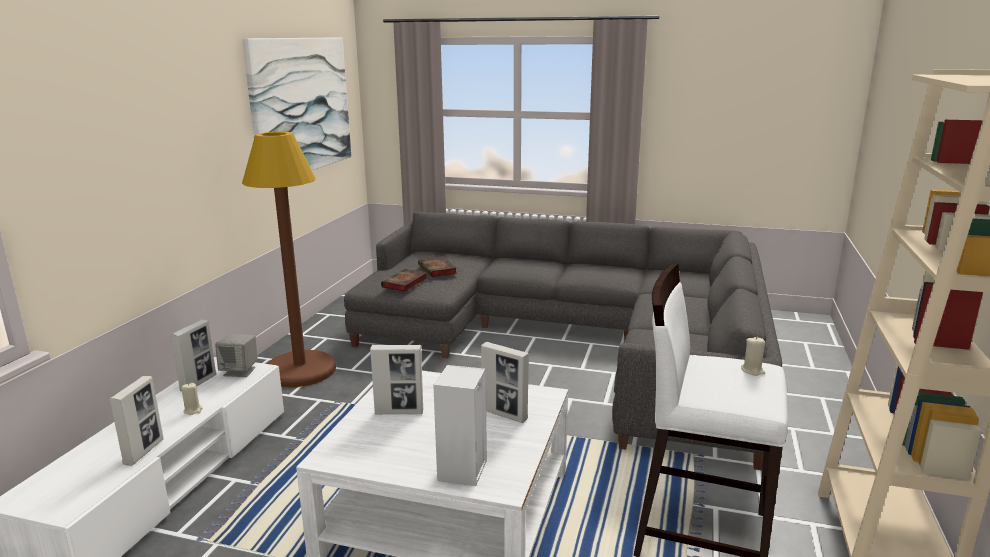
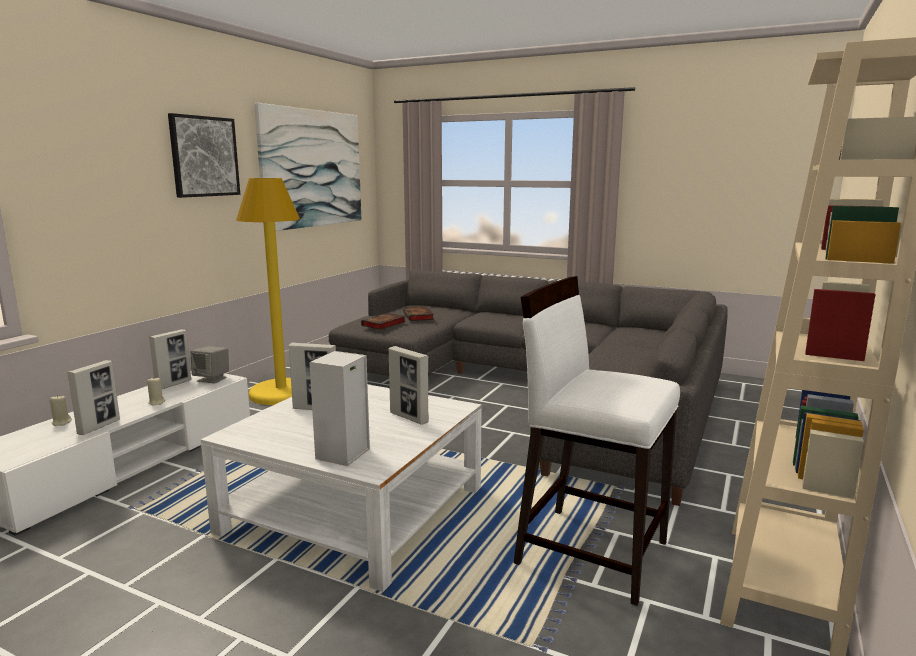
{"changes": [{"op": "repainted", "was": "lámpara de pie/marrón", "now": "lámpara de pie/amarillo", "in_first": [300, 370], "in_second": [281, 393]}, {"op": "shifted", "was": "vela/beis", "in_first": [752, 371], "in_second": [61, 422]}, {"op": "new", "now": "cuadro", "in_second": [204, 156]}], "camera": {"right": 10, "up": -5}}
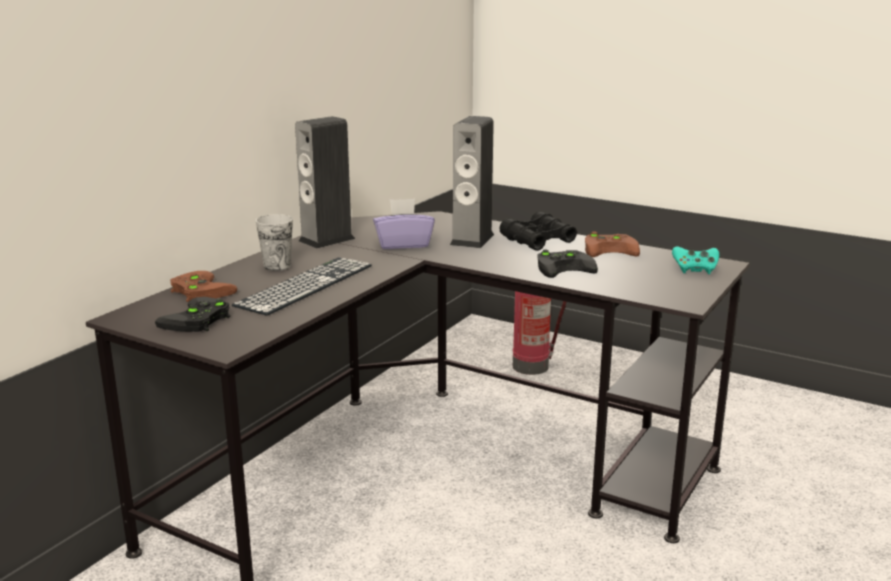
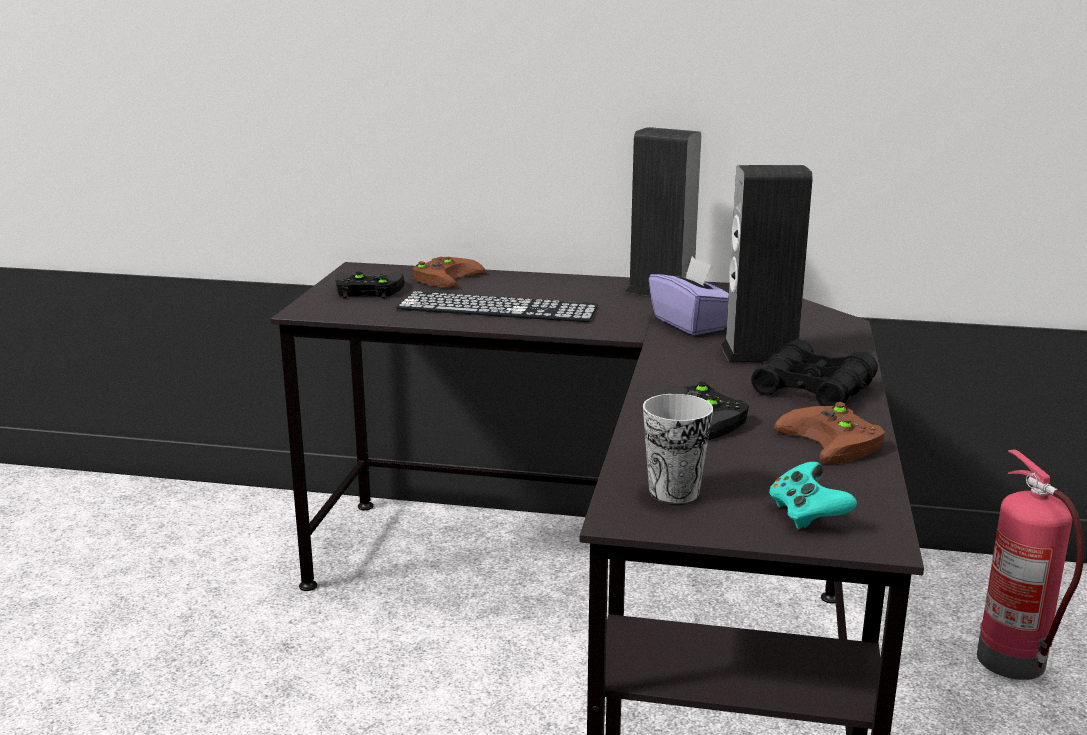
{"changes": [{"op": "shifted", "was": "taza", "in_first": [277, 266], "in_second": [674, 492]}], "camera": {"right": 70, "up": 0}}
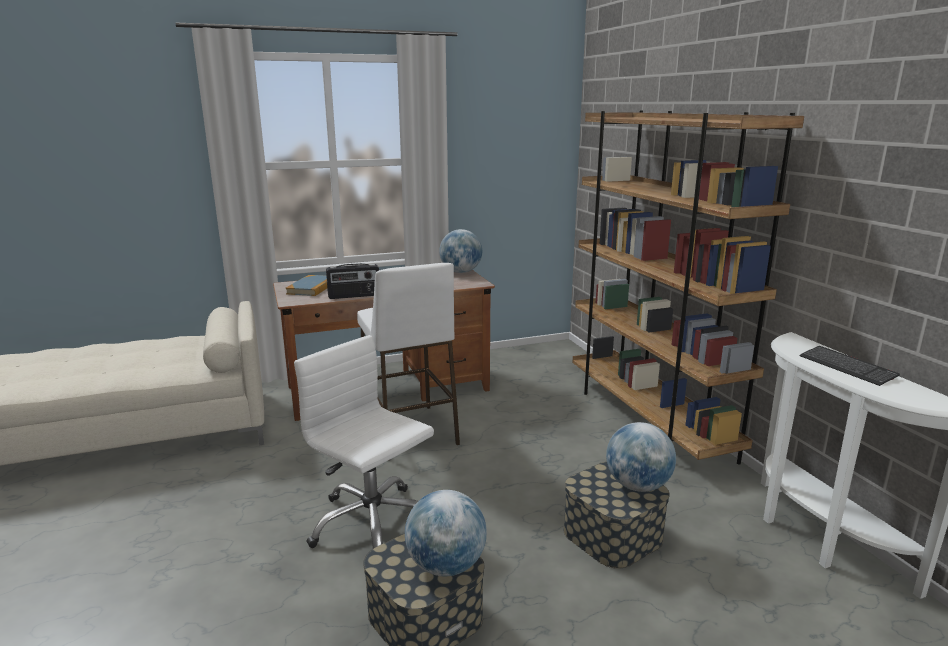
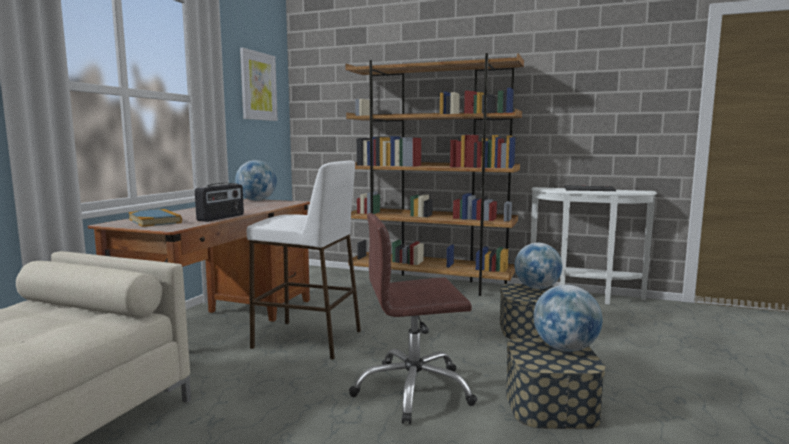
{"changes": [{"op": "repainted", "was": "silla de oficina/blanco", "now": "silla de oficina/marrón", "in_first": [372, 524], "in_second": [413, 390]}, {"op": "new", "now": "cuadro", "in_second": [258, 86]}], "camera": {"right": -50, "up": -10}}
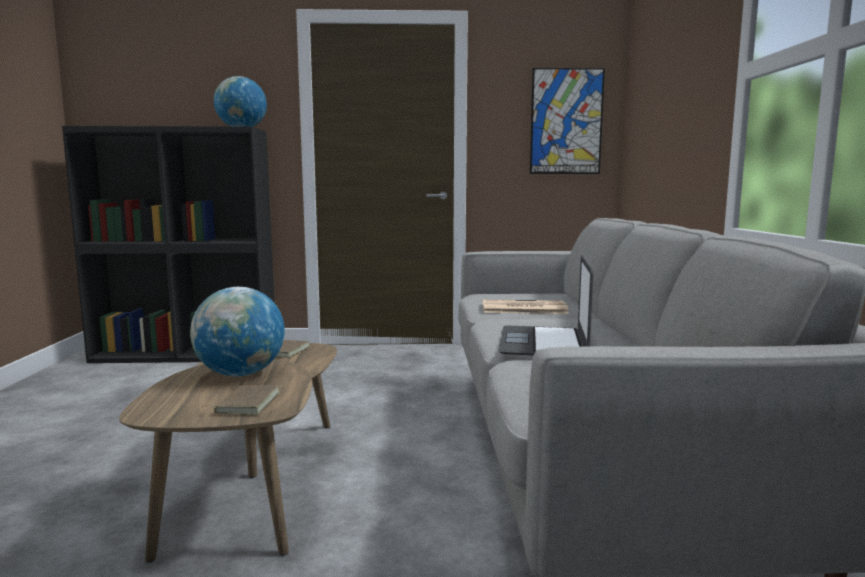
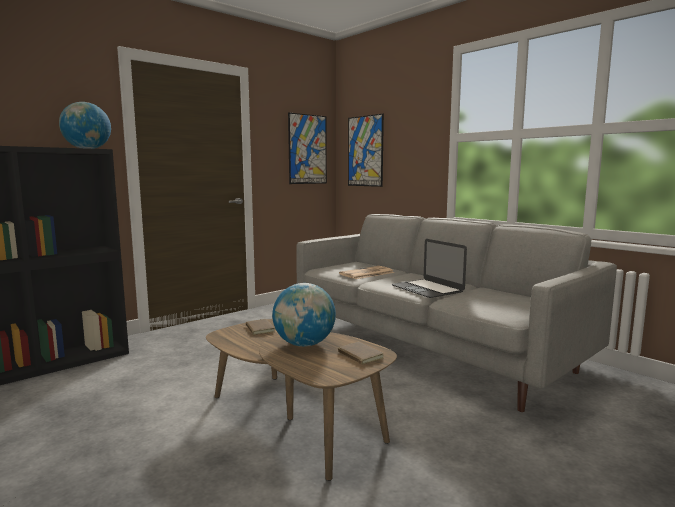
{"changes": [{"op": "new", "now": "cuadro", "in_second": [365, 151]}], "camera": {"right": -40, "up": 0}}
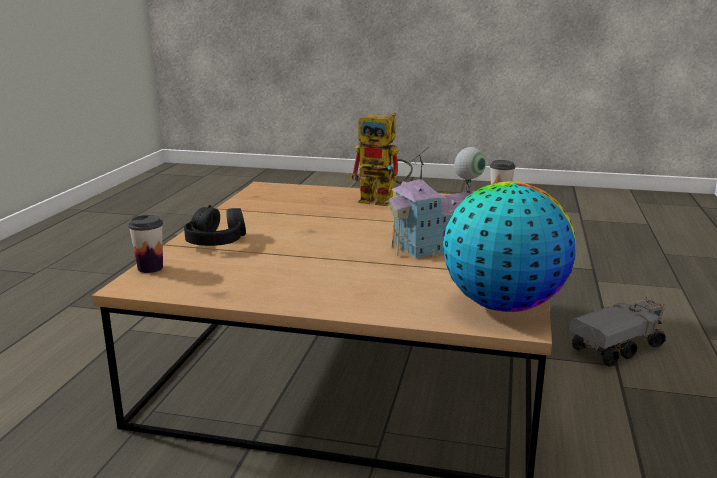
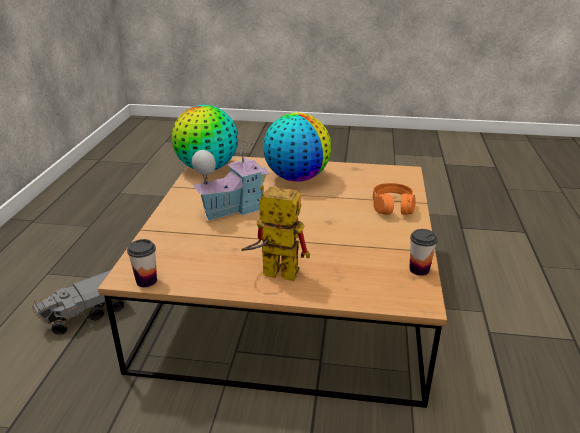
{"changes": [{"op": "repainted", "was": "auriculares/negro", "now": "auriculares/naranja", "in_first": [216, 241], "in_second": [392, 207]}, {"op": "shifted", "was": "taza", "in_first": [150, 268], "in_second": [419, 269]}, {"op": "new", "now": "globo terráqueo", "in_second": [296, 178]}], "camera": {"right": 175, "up": 10}}
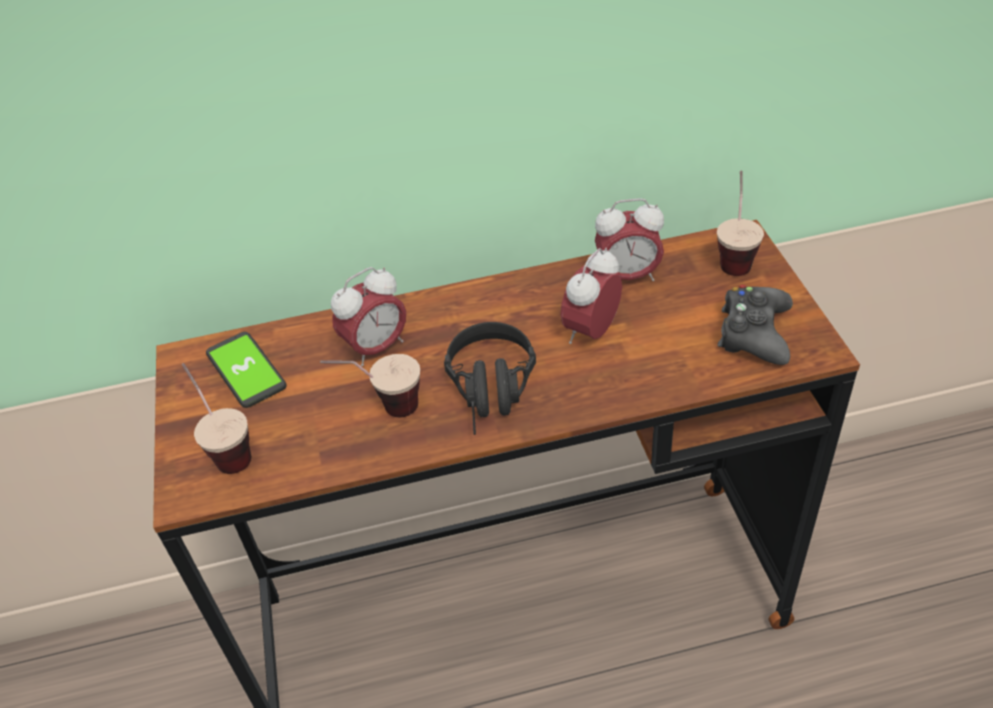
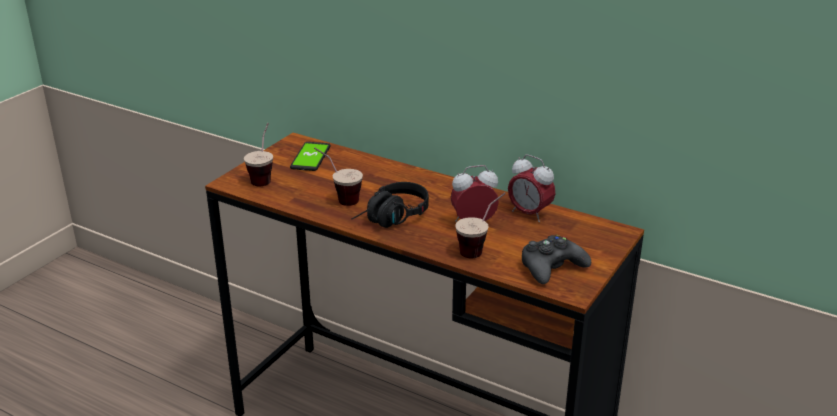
{"changes": [{"op": "shifted", "was": "taza", "in_first": [734, 255], "in_second": [481, 248]}, {"op": "gone", "was": "despertador", "in_first": [376, 348]}], "camera": {"right": 40, "up": -15}}
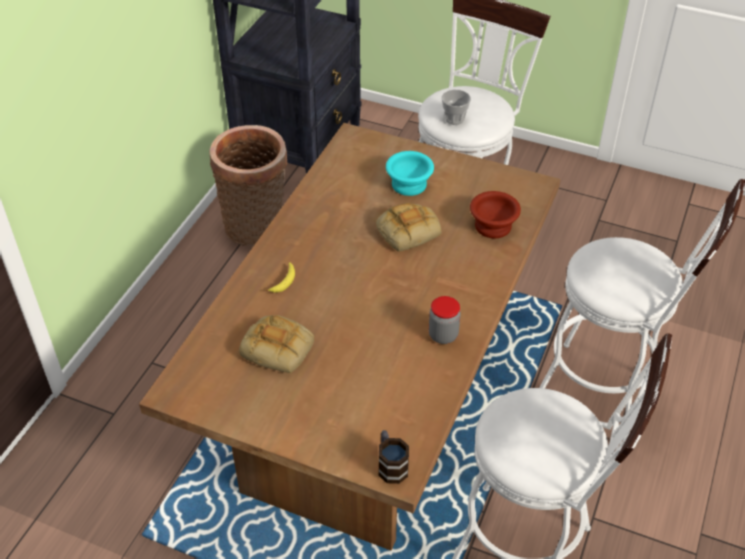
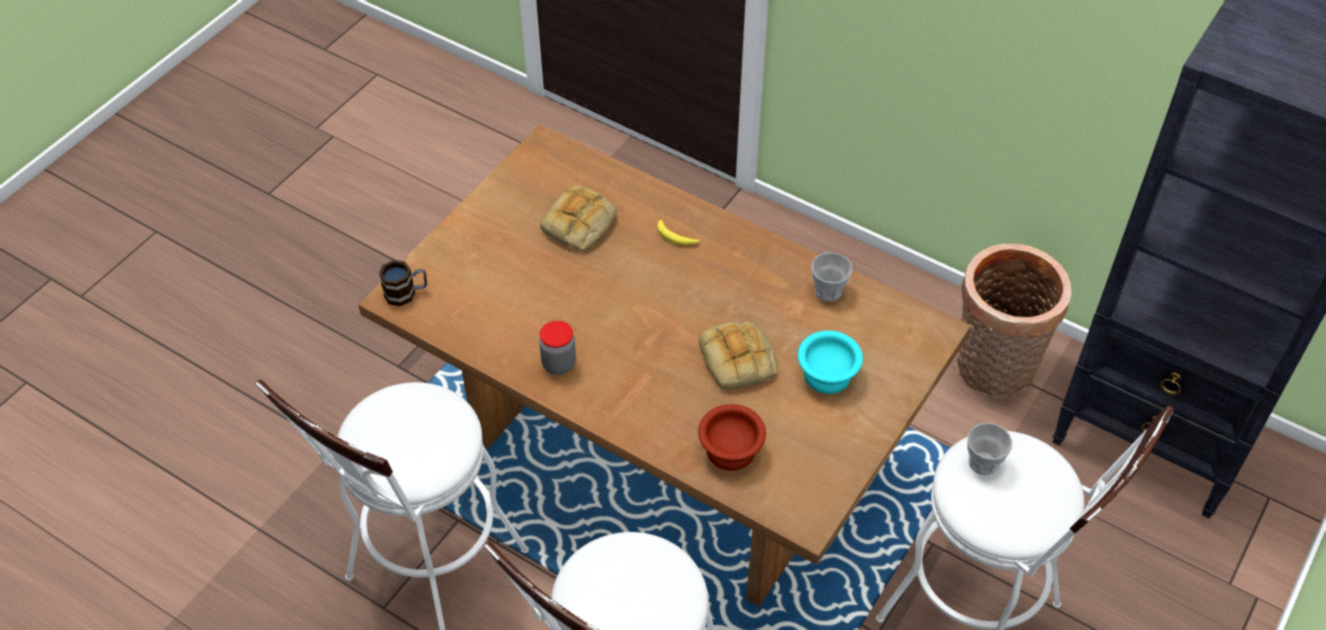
{"changes": [{"op": "new", "now": "taza", "in_second": [828, 291]}], "camera": {"right": 100, "up": 5}}
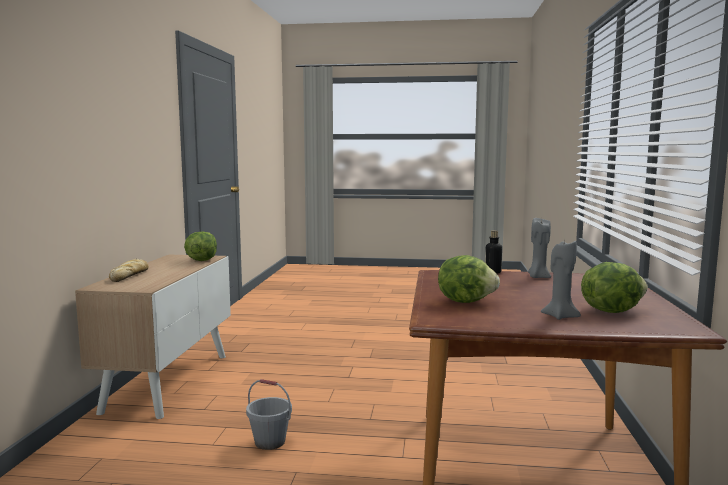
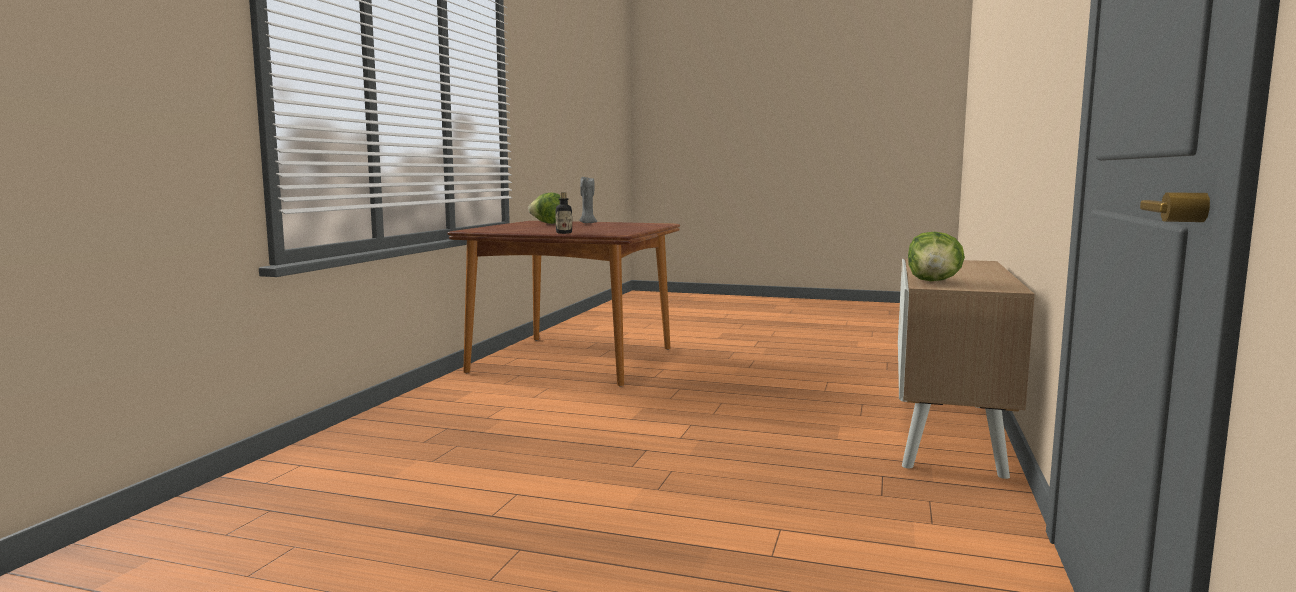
{"changes": [{"op": "gone", "was": "vela/gris", "in_first": [538, 277]}, {"op": "gone", "was": "lechuga", "in_first": [466, 301]}, {"op": "gone", "was": "pan", "in_first": [130, 275]}, {"op": "gone", "was": "cubo/gris", "in_first": [269, 442]}], "camera": {"right": -170, "up": 0}}
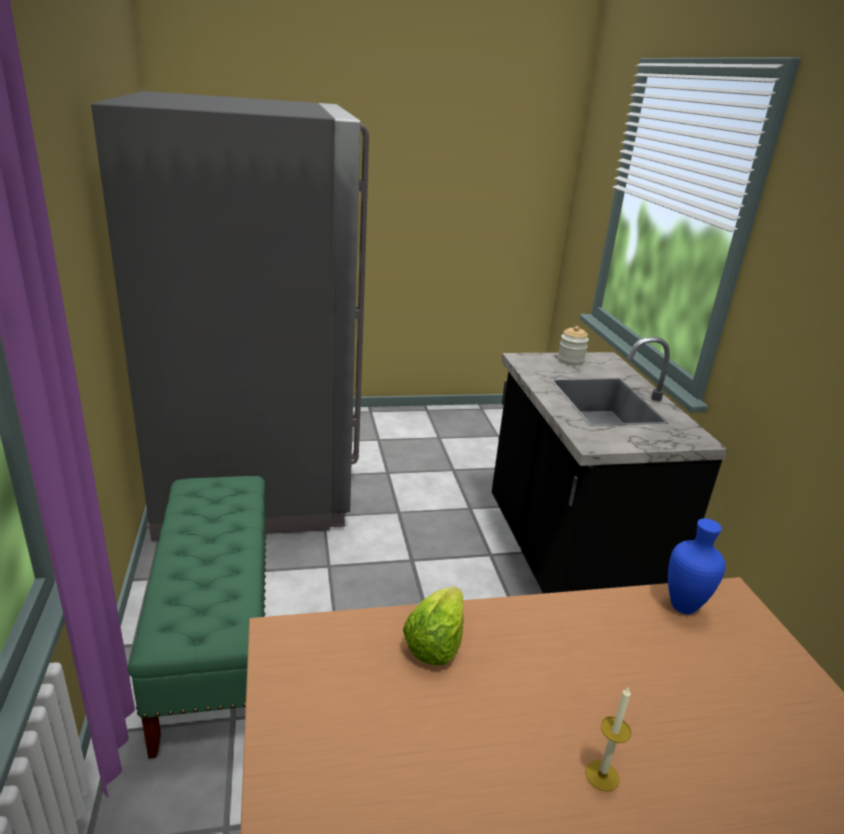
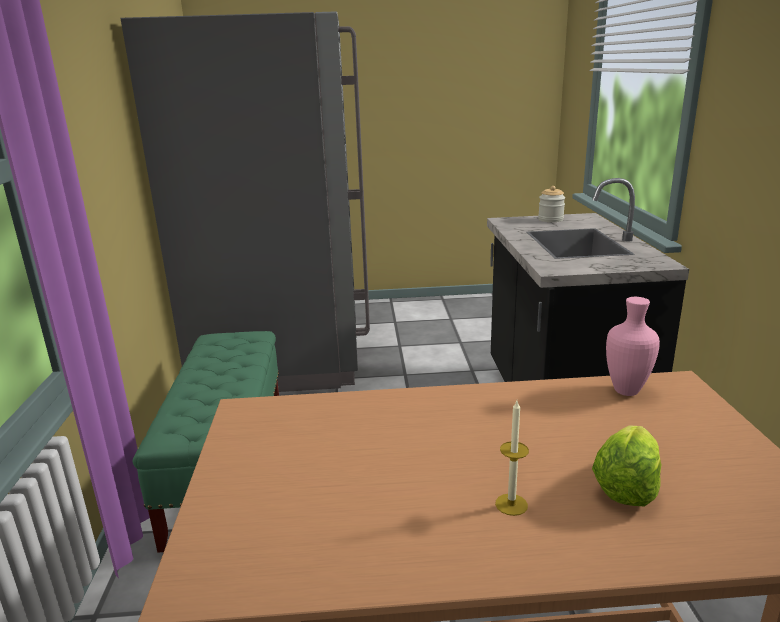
{"changes": [{"op": "repainted", "was": "florero/azul", "now": "florero/rosa", "in_first": [682, 605], "in_second": [625, 390]}, {"op": "shifted", "was": "lechuga", "in_first": [435, 643], "in_second": [626, 486]}], "camera": {"right": 10, "up": -5}}
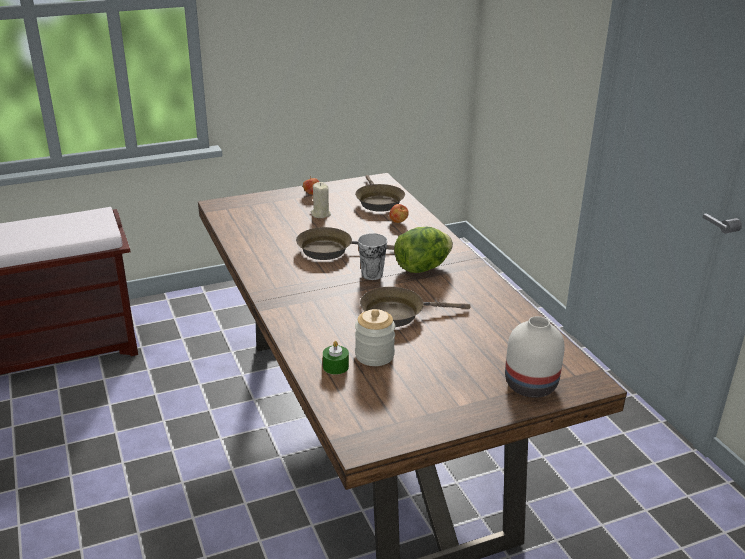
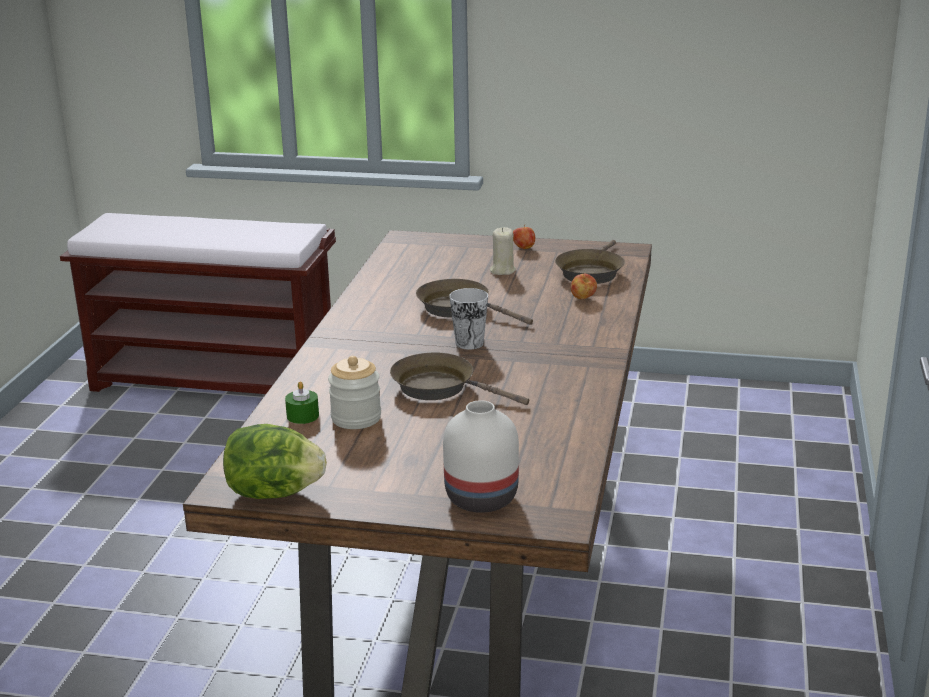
{"changes": [{"op": "shifted", "was": "lechuga", "in_first": [422, 268], "in_second": [274, 493]}], "camera": {"right": 35, "up": -5}}
